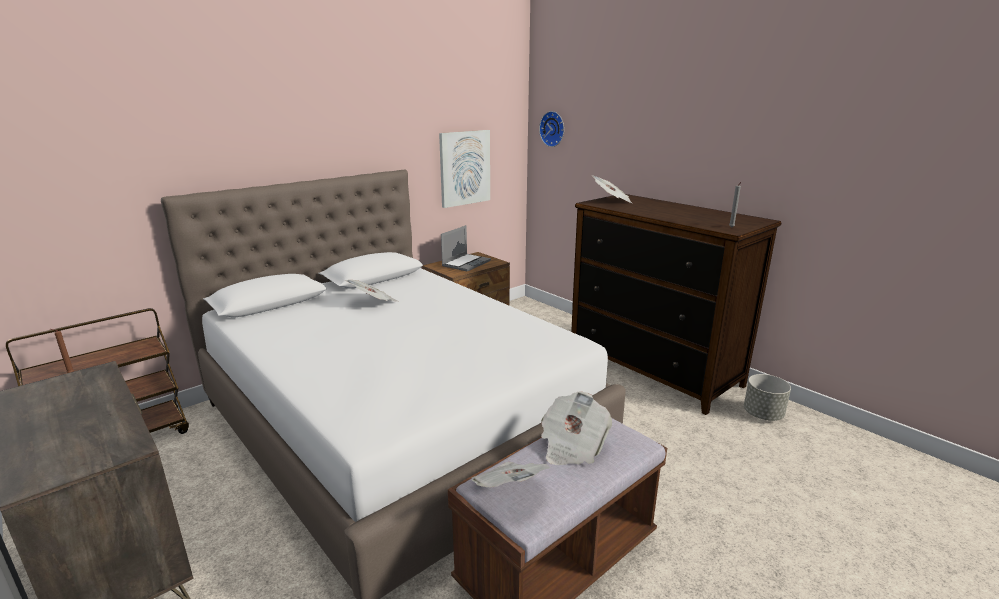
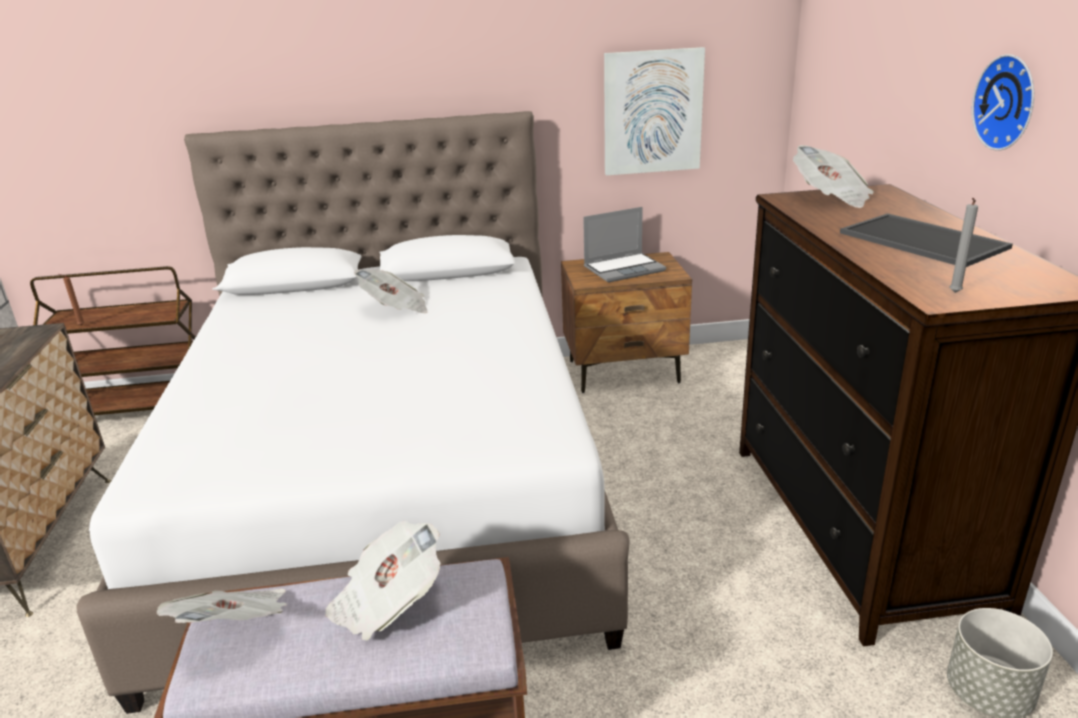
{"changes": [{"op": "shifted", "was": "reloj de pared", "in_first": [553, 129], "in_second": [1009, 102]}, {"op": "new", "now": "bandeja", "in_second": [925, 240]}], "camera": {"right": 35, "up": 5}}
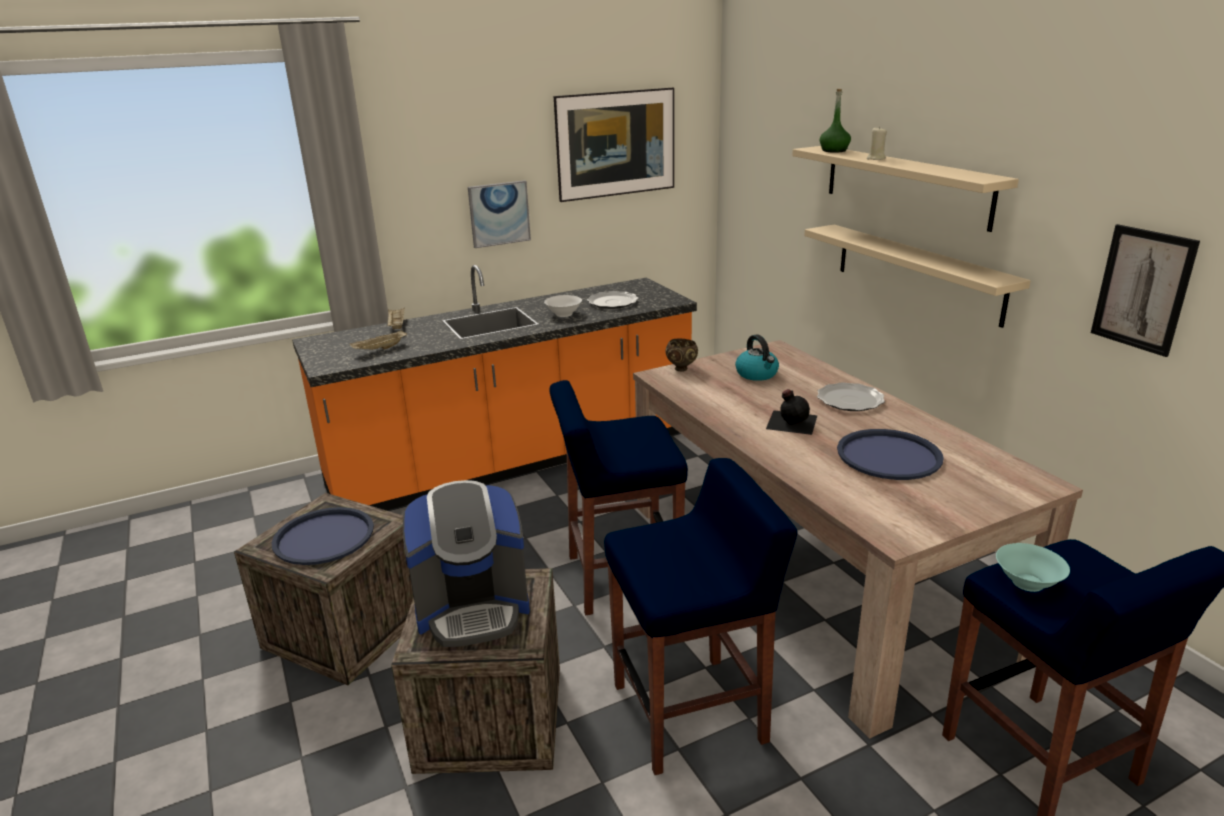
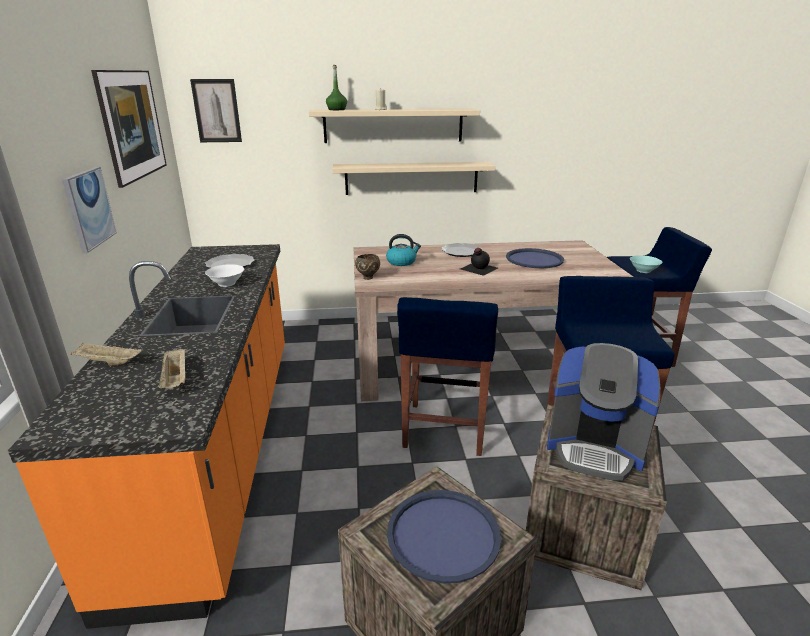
{"changes": [{"op": "shifted", "was": "cuadro", "in_first": [1142, 289], "in_second": [217, 111]}, {"op": "rotated", "was": "cafetera", "in_first": [473, 608], "in_second": [594, 448], "clockwise": 105}], "camera": {"right": -70, "up": 0}}
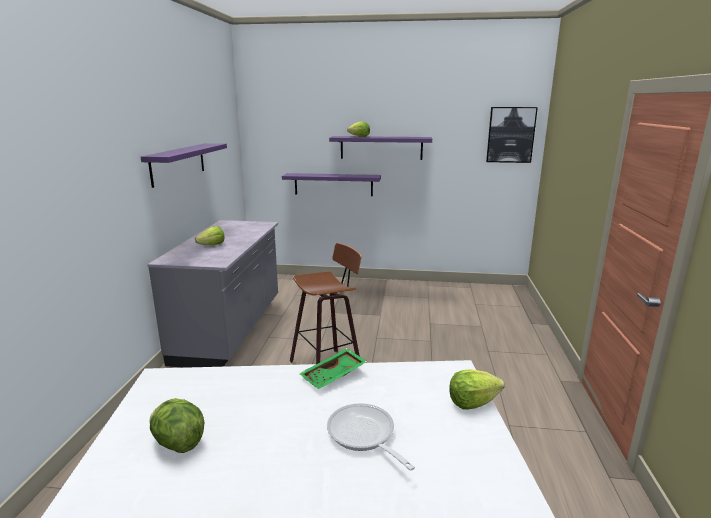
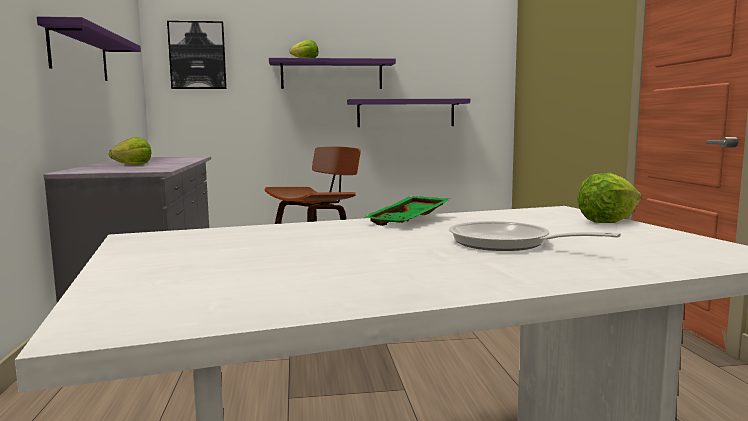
{"changes": [{"op": "shifted", "was": "cuadro", "in_first": [510, 135], "in_second": [197, 55]}, {"op": "shifted", "was": "estante/morado", "in_first": [333, 184], "in_second": [406, 113]}, {"op": "gone", "was": "lechuga", "in_first": [178, 443]}], "camera": {"right": -15, "up": -10}}
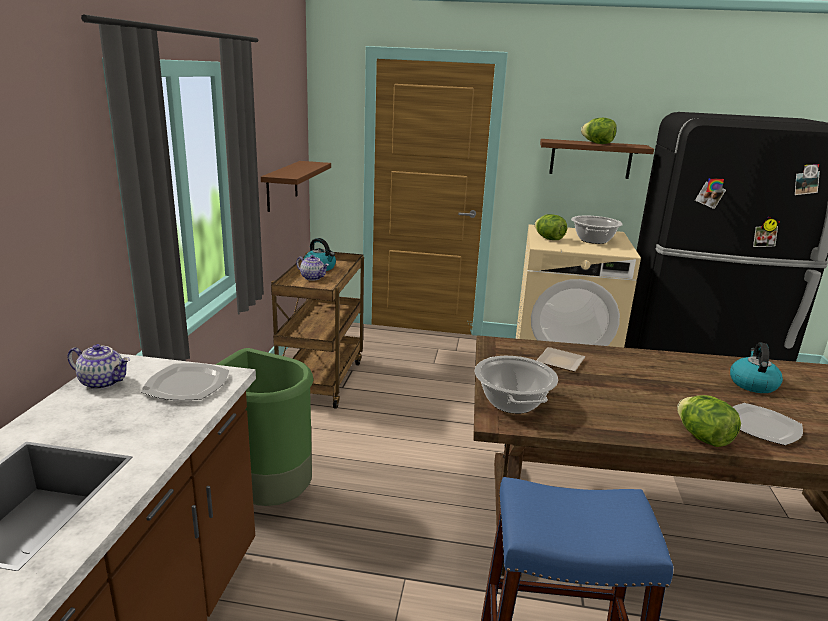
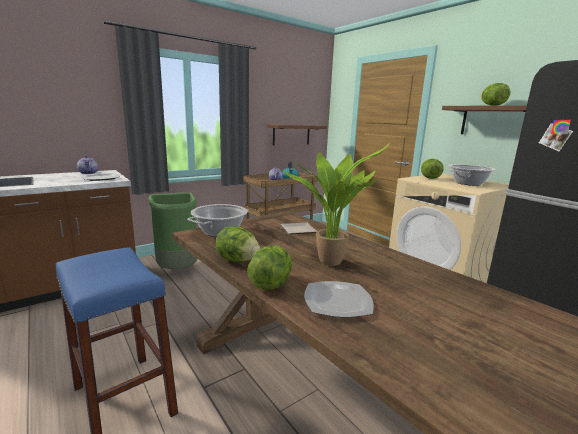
{"changes": [{"op": "gone", "was": "hervidor", "in_first": [752, 384]}, {"op": "new", "now": "planta en maceta", "in_second": [331, 261]}, {"op": "new", "now": "lechuga", "in_second": [237, 260]}], "camera": {"right": 45, "up": -5}}
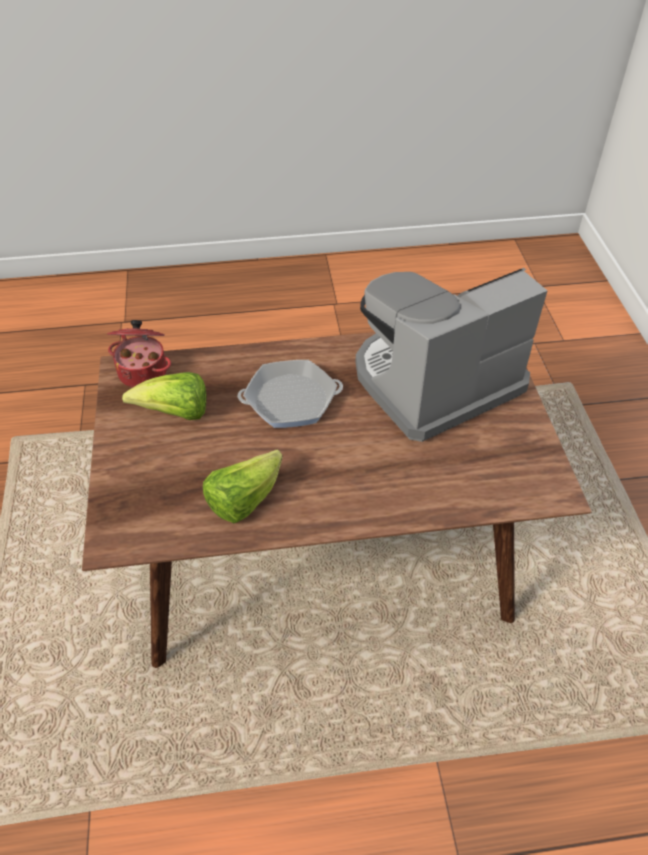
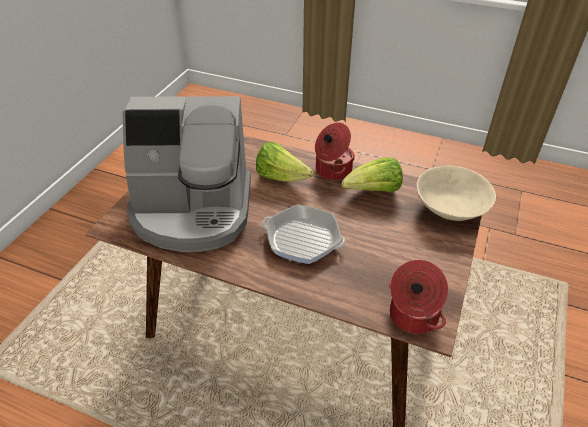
{"changes": [{"op": "shifted", "was": "lechuga", "in_first": [175, 413], "in_second": [281, 177]}, {"op": "new", "now": "olla", "in_second": [332, 170]}, {"op": "new", "now": "cuenco/beis", "in_second": [450, 208]}], "camera": {"right": -150, "up": -5}}
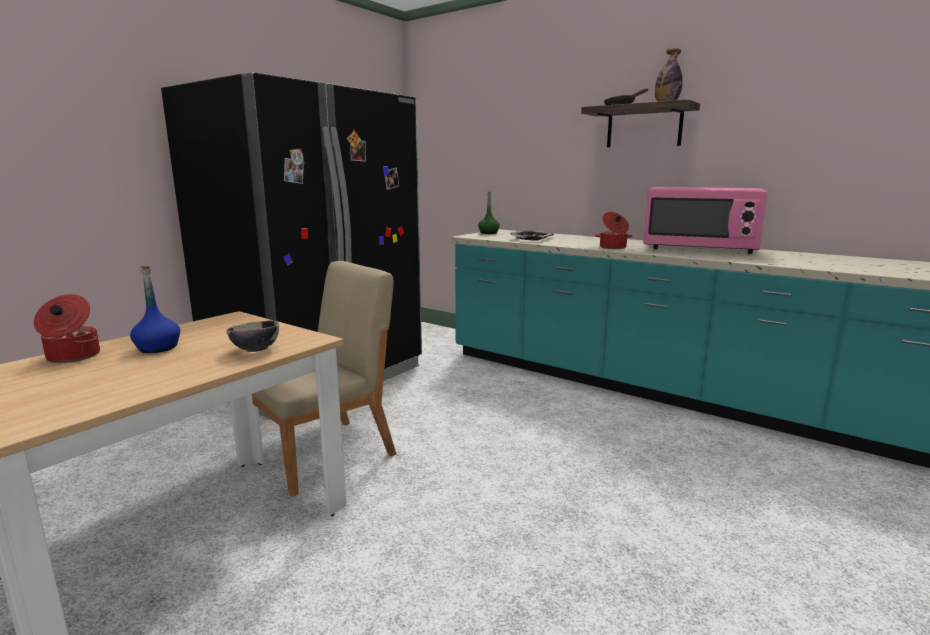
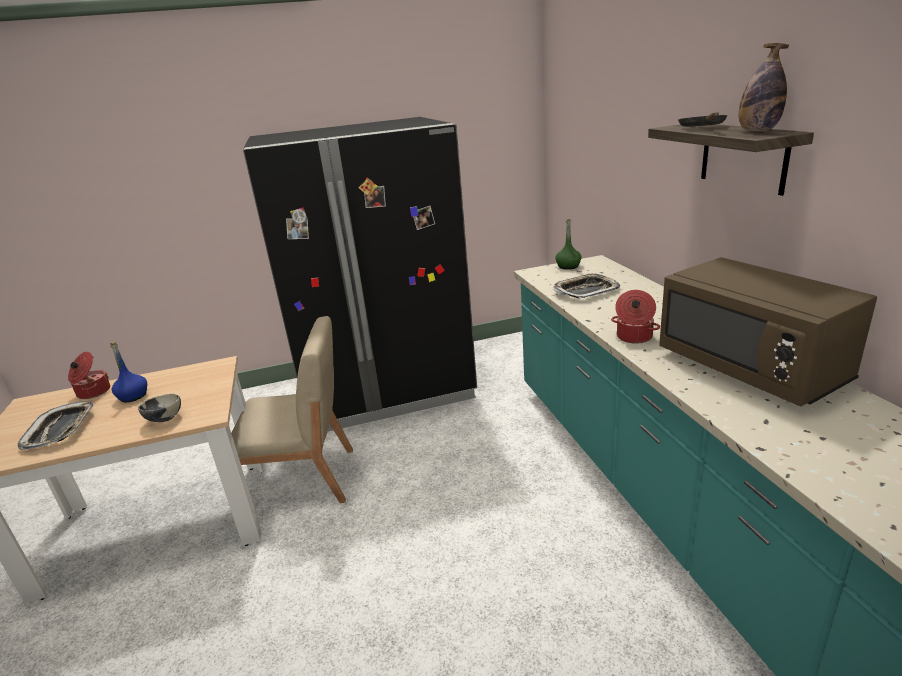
{"changes": [{"op": "repainted", "was": "microondas/rosa", "now": "microondas/marrón", "in_first": [699, 249], "in_second": [751, 368]}, {"op": "new", "now": "bandeja", "in_second": [61, 429]}], "camera": {"right": 40, "up": 10}}
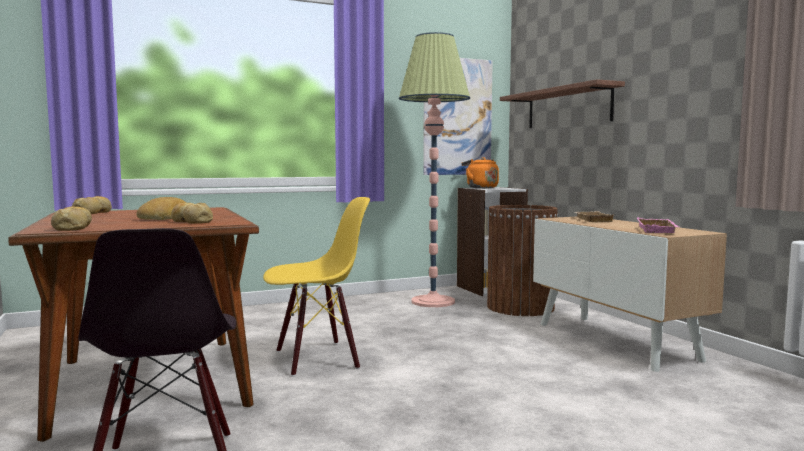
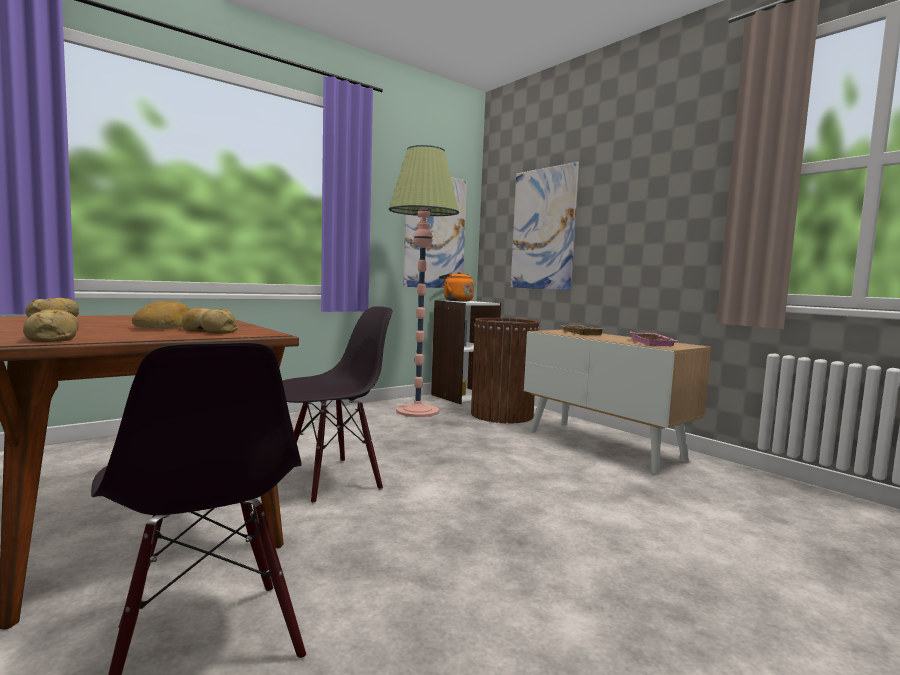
{"changes": [{"op": "swapped", "was": "estante", "now": "cuadro", "in_first": [568, 107], "in_second": [543, 229]}, {"op": "repainted", "was": "silla/amarillo", "now": "silla/negro", "in_first": [317, 358], "in_second": [331, 480]}], "camera": {"right": -15, "up": 0}}
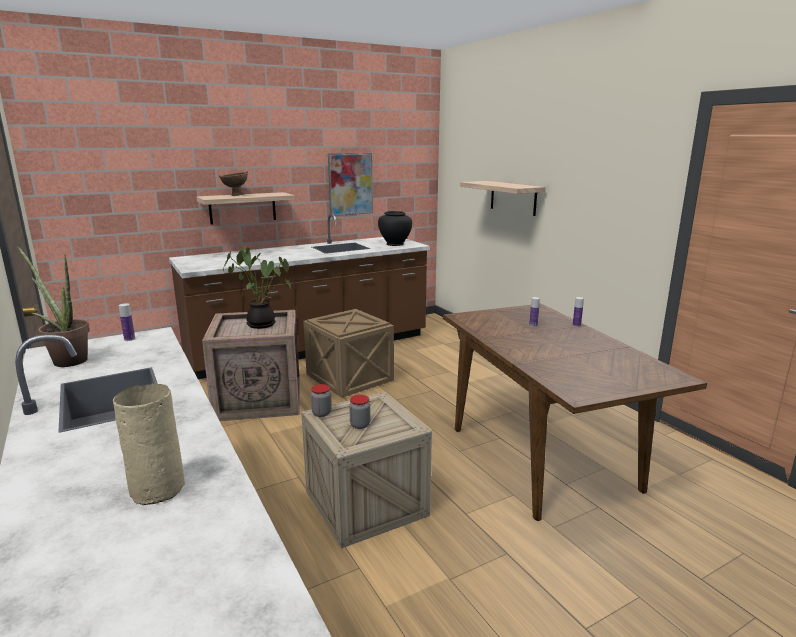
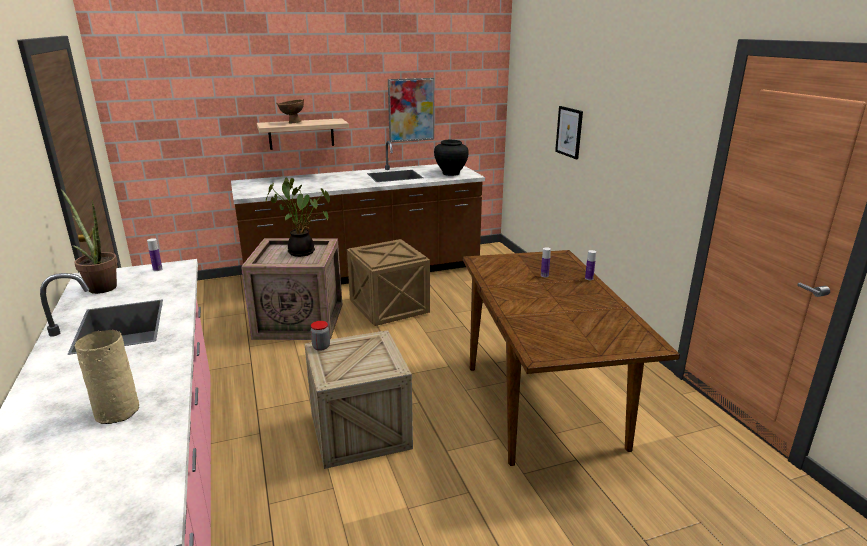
{"changes": [{"op": "swapped", "was": "estante", "now": "cuadro", "in_first": [513, 197], "in_second": [569, 132]}, {"op": "gone", "was": "tarro", "in_first": [360, 425]}], "camera": {"right": 10, "up": 5}}
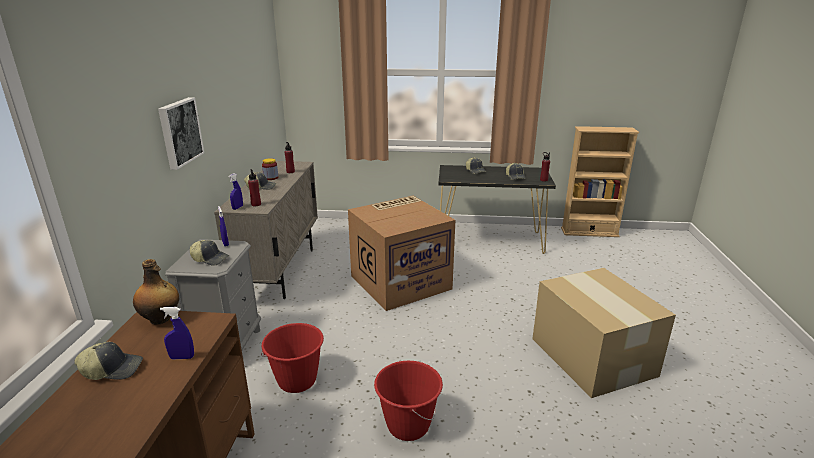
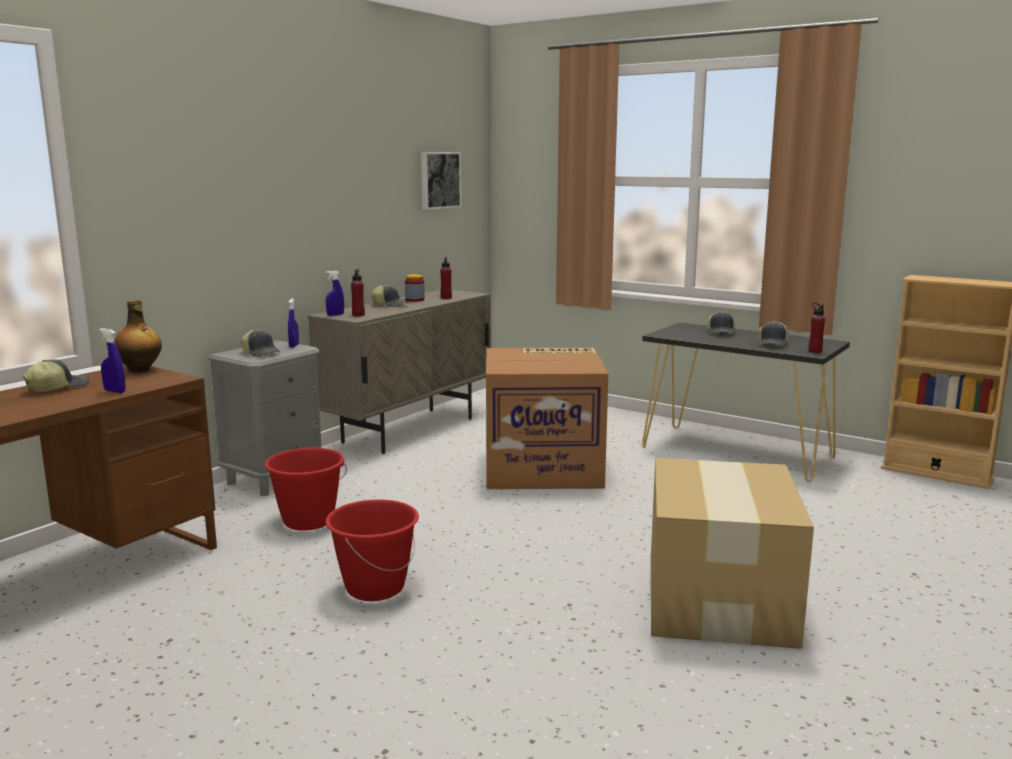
{"changes": [{"op": "shifted", "was": "cuadro", "in_first": [179, 132], "in_second": [439, 180]}, {"op": "rotated", "was": "gorra", "in_first": [113, 369], "in_second": [58, 387], "clockwise": -75}], "camera": {"right": 30, "up": -10}}
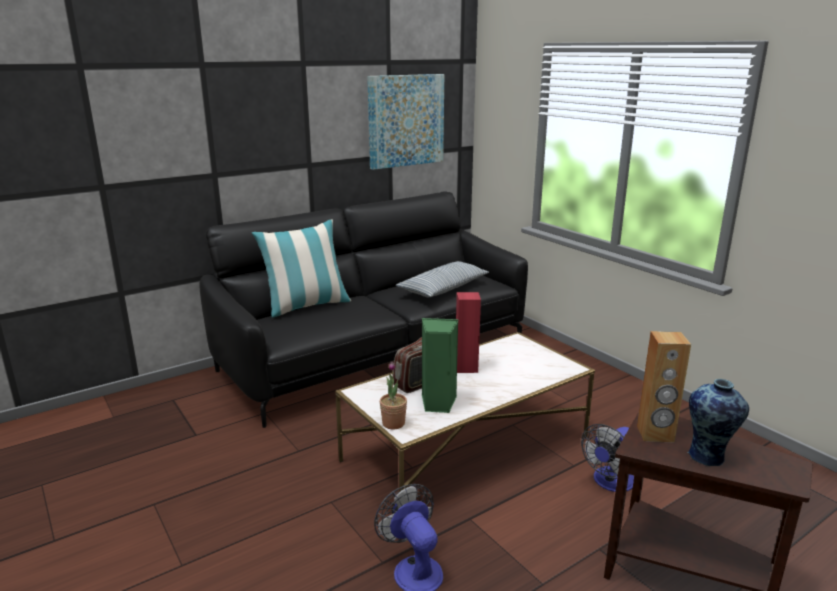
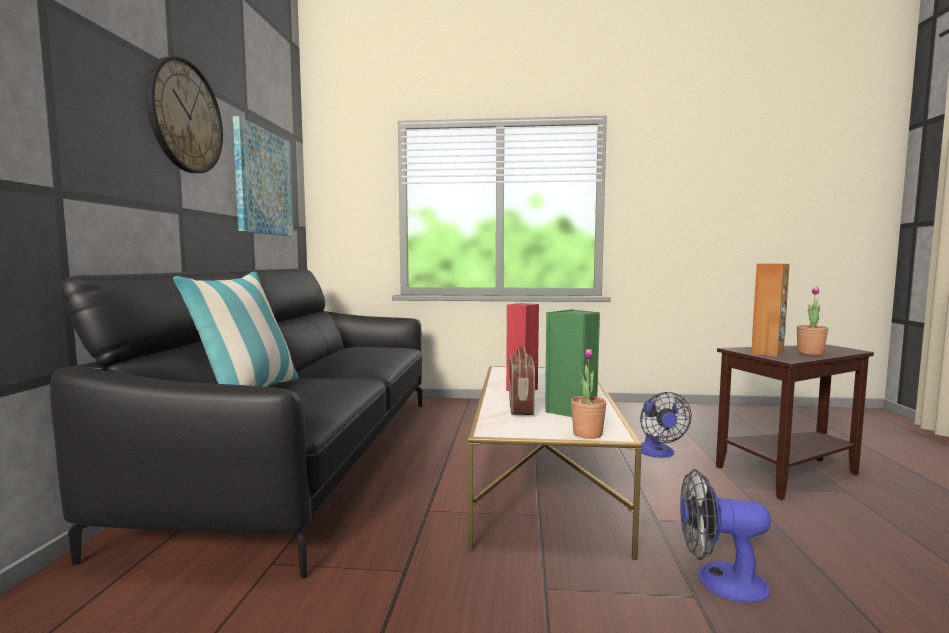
{"changes": [{"op": "gone", "was": "cojín", "in_first": [443, 288]}, {"op": "swapped", "was": "florero", "now": "planta en maceta", "in_first": [708, 457], "in_second": [810, 353]}, {"op": "new", "now": "reloj de pared", "in_second": [185, 117]}], "camera": {"right": -50, "up": -15}}
